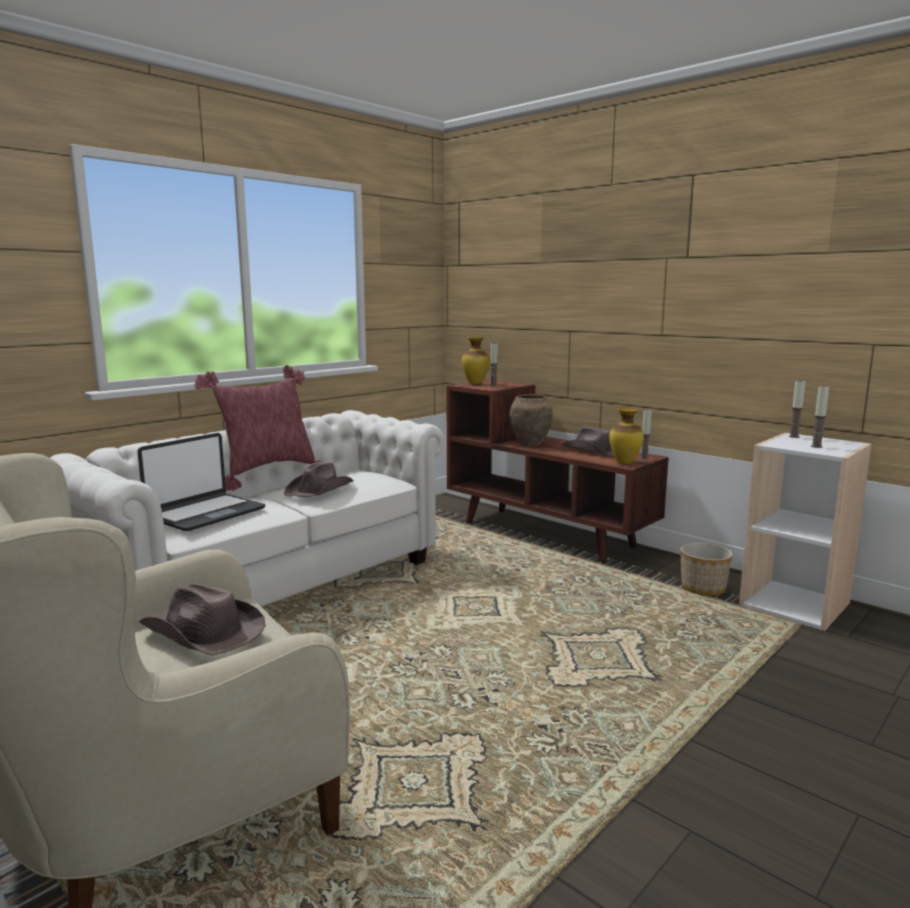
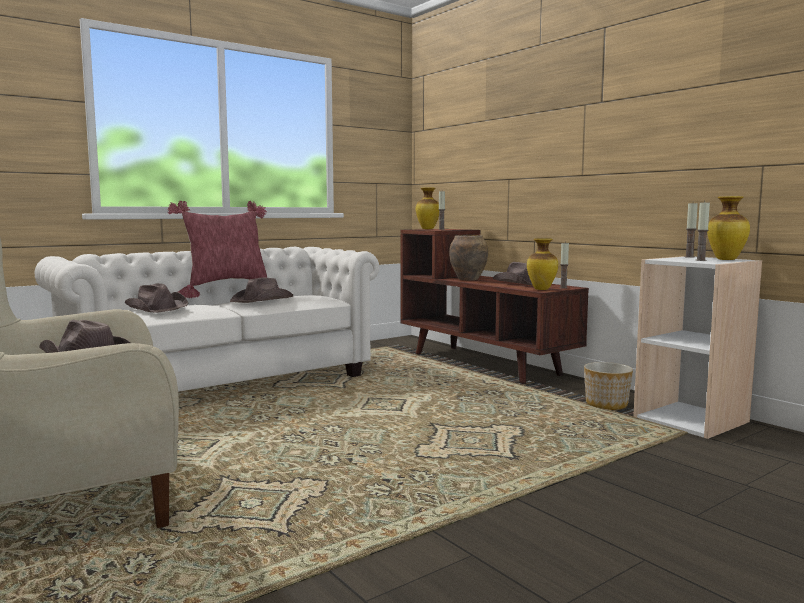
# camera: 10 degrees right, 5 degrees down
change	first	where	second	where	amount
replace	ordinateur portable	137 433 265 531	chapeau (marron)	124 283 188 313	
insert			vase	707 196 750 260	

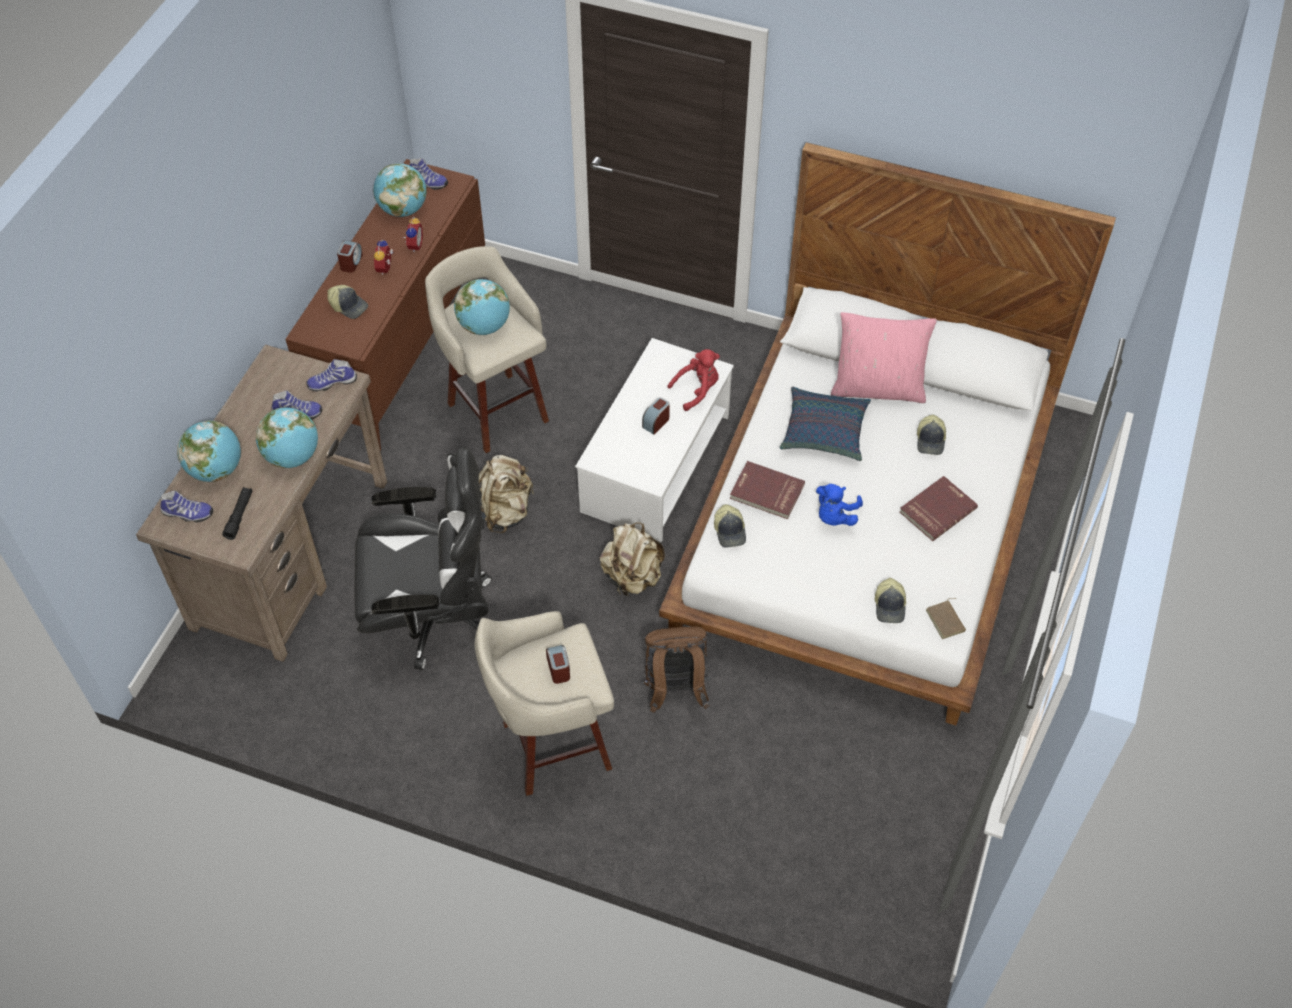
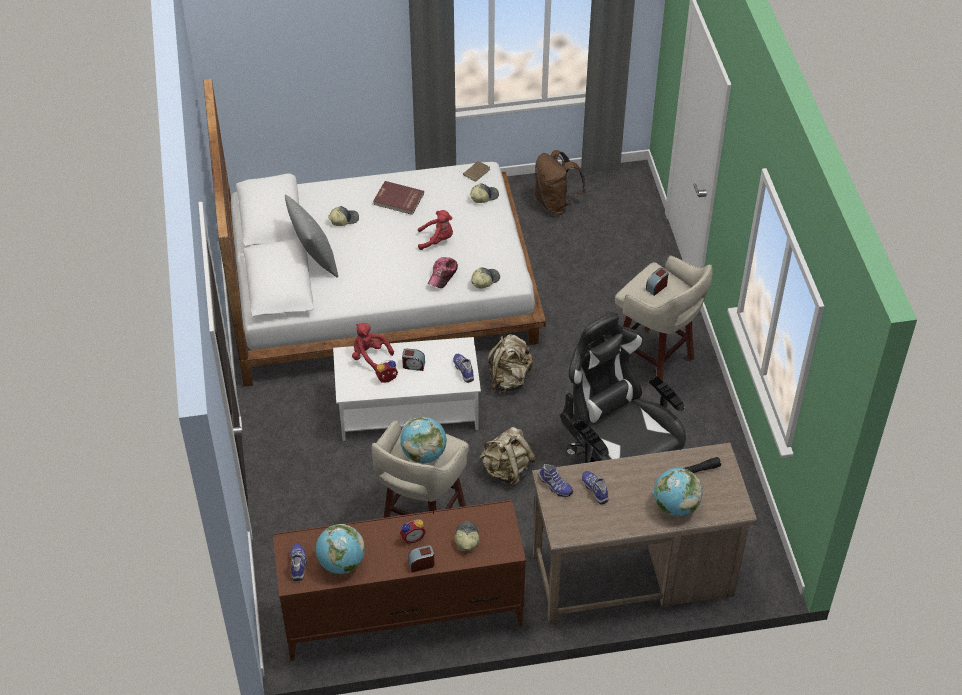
# camera: 120 degrees left, 5 degrees down
change	first	where	second	where	amount
move	chaussure	160 491 213 523		453 354 474 383	
delete	globe	256 407 318 468			
move	réveil	404 216 423 252		375 360 398 383	
move	sac à dos (marron)	641 626 711 713		535 150 586 215	
replace	livre (rouge)	730 461 805 519	casquette	428 257 458 288	
delete	coussin (bleu)	780 387 871 461			
recolor	peluche (bleu)	816 484 863 526	peluche (rouge)	418 210 453 250	
recolor	coussin (rose)	831 312 937 403	coussin (gris)	285 194 338 278	

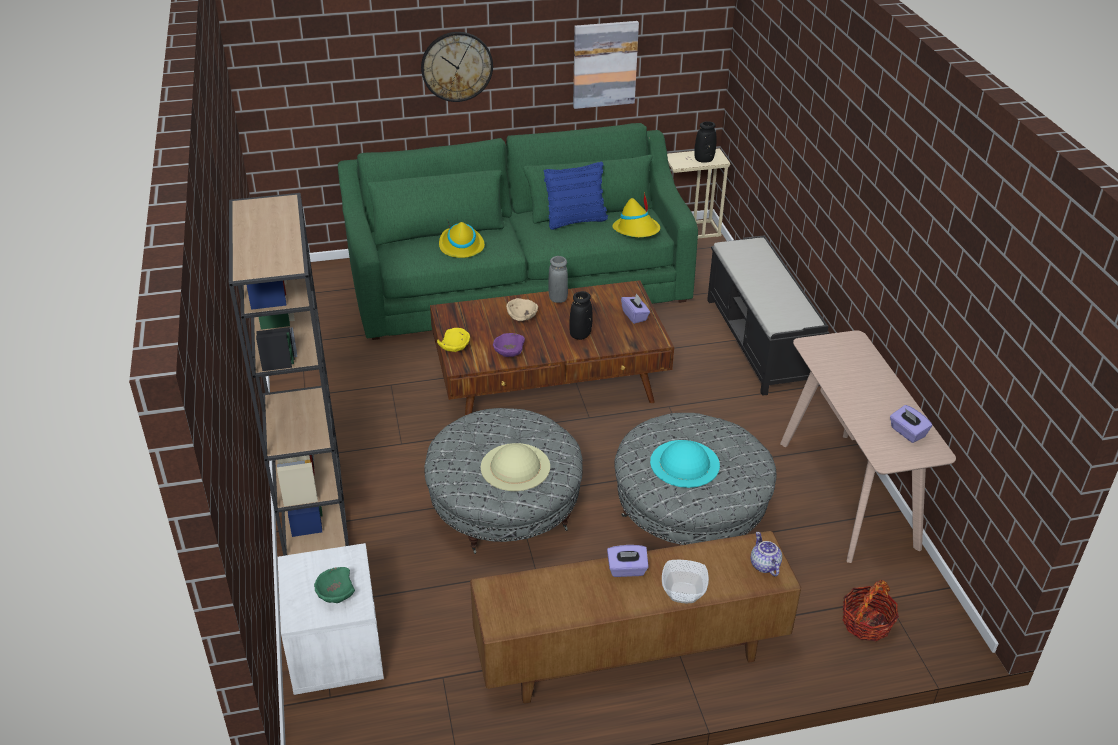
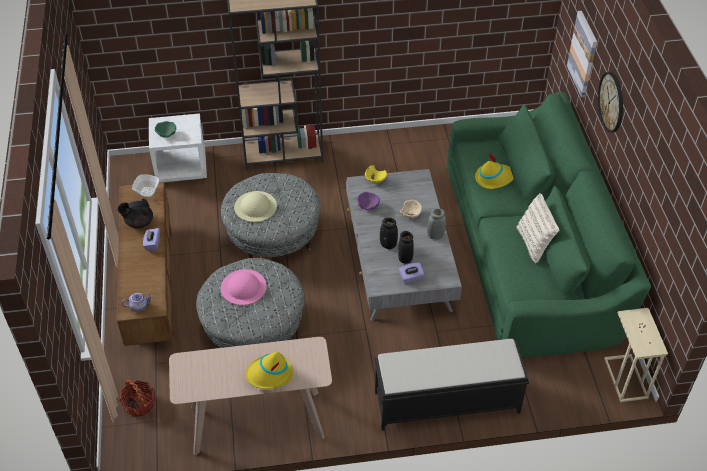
# camera: 95 degrees right, 10 degrees up
change	first	where	second	where	amount
recolor	table basse (marron)	430 280 674 415	table basse (gris)	346 169 462 321	
recolor	coussin (bleu)	544 162 608 230	coussin (beige)	516 193 559 263	
move	tableau	573 21 639 109		567 11 597 97	
move	chapeau (jaune)	612 192 660 237		245 352 293 389	
recolor	chapeau (turquoise)	650 440 720 488	chapeau (rose)	221 269 267 305	
move	bol	662 560 709 603		132 174 159 197	
move	vase (noir)	694 121 716 163		398 231 414 264	
delete	boîte à mouchoirs (violet)	890 405 932 443			
insert			théière (noir)	118 198 153 228	

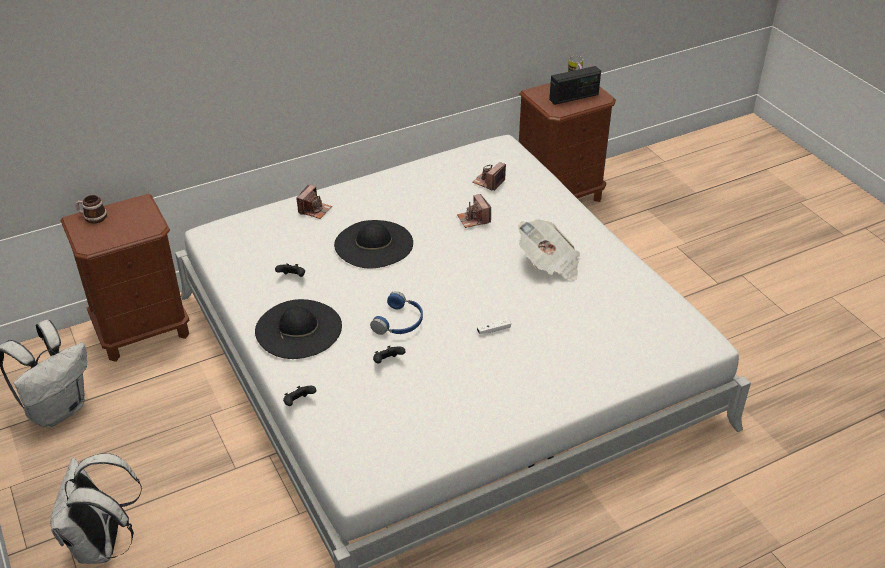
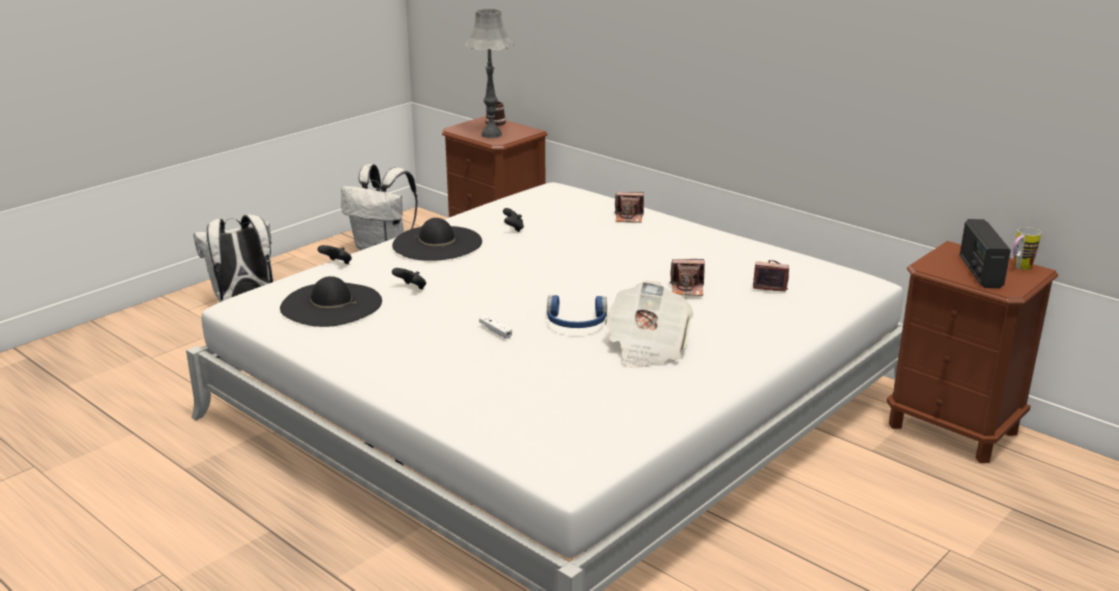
# camera: 70 degrees right, 15 degrees down
change	first	where	second	where	amount
move	chapeau (noir)	334 220 413 268		280 276 382 327	
move	casque audio (bleu)	370 291 423 335		547 295 607 328	
rotate	appareil photo	457 194 491 228		670 259 705 296	135 degrees counterclockwise
rotate	radio	549 66 601 105		960 219 1011 288	45 degrees clockwise
insert			lampe de table (gris)	464 9 514 138	

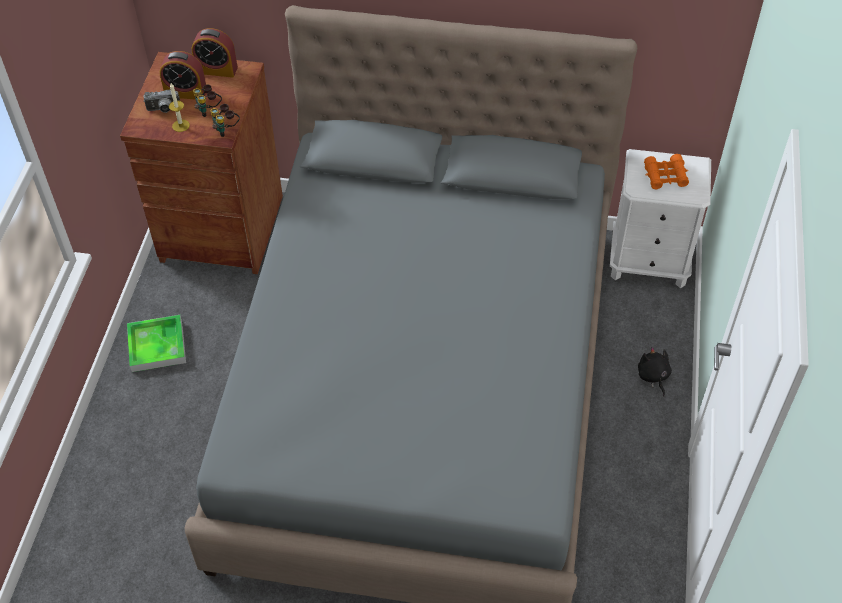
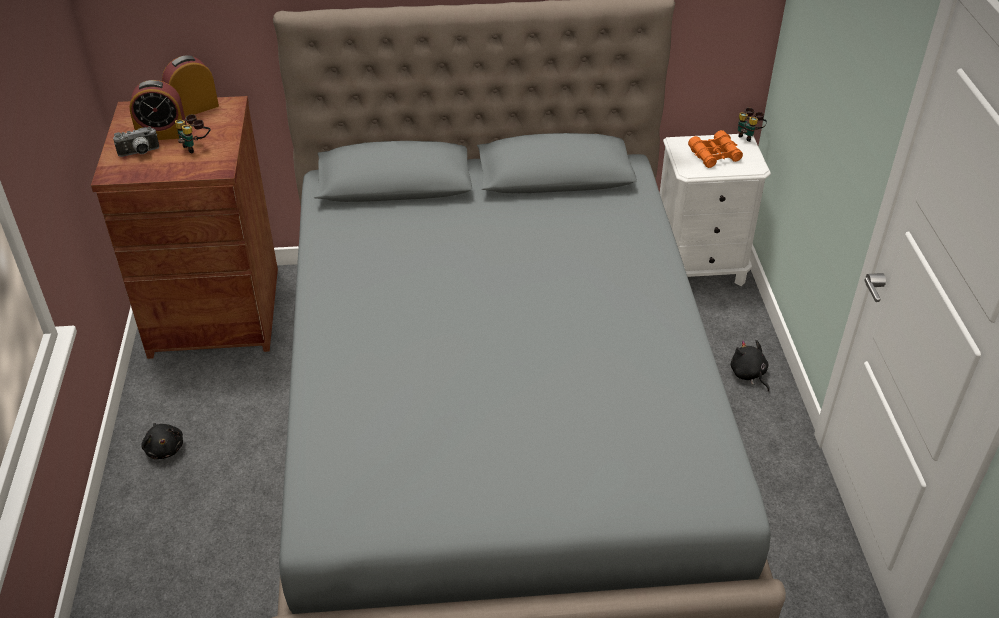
# camera: 15 degrees left, 10 degrees down
change	first	where	second	where	amount
replace	plateau	127 315 186 372	peluche (noir)	141 423 183 459	
delete	bougie	169 83 190 132			
rotate	réveil	192 28 238 78		162 55 219 118	150 degrees clockwise
move	jumelles	210 104 240 137		738 108 767 142	

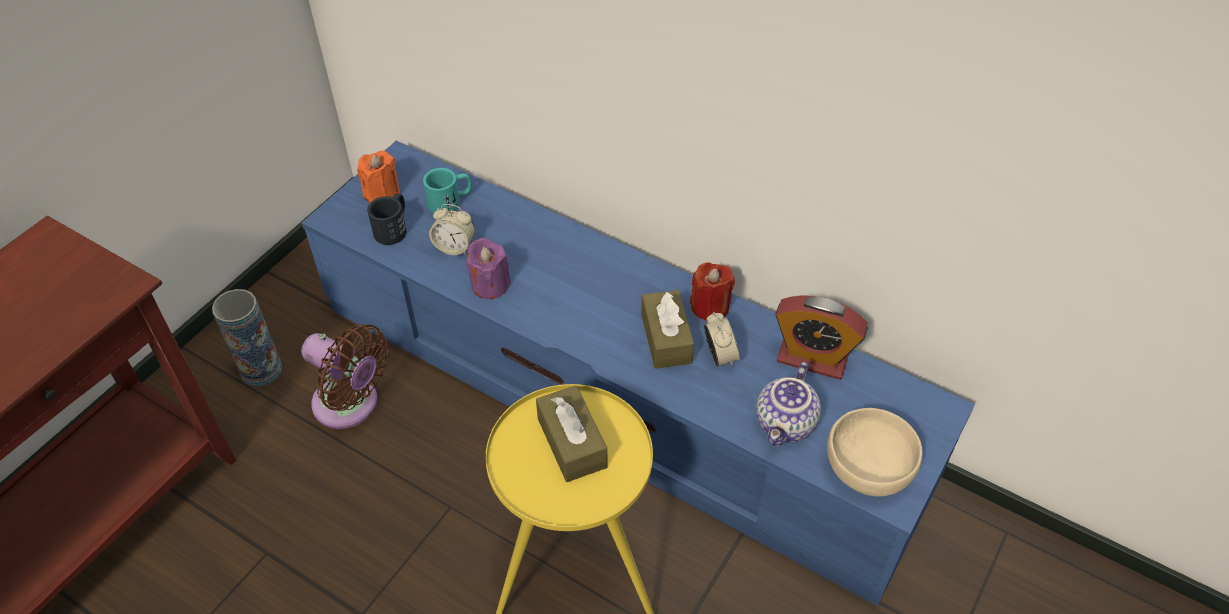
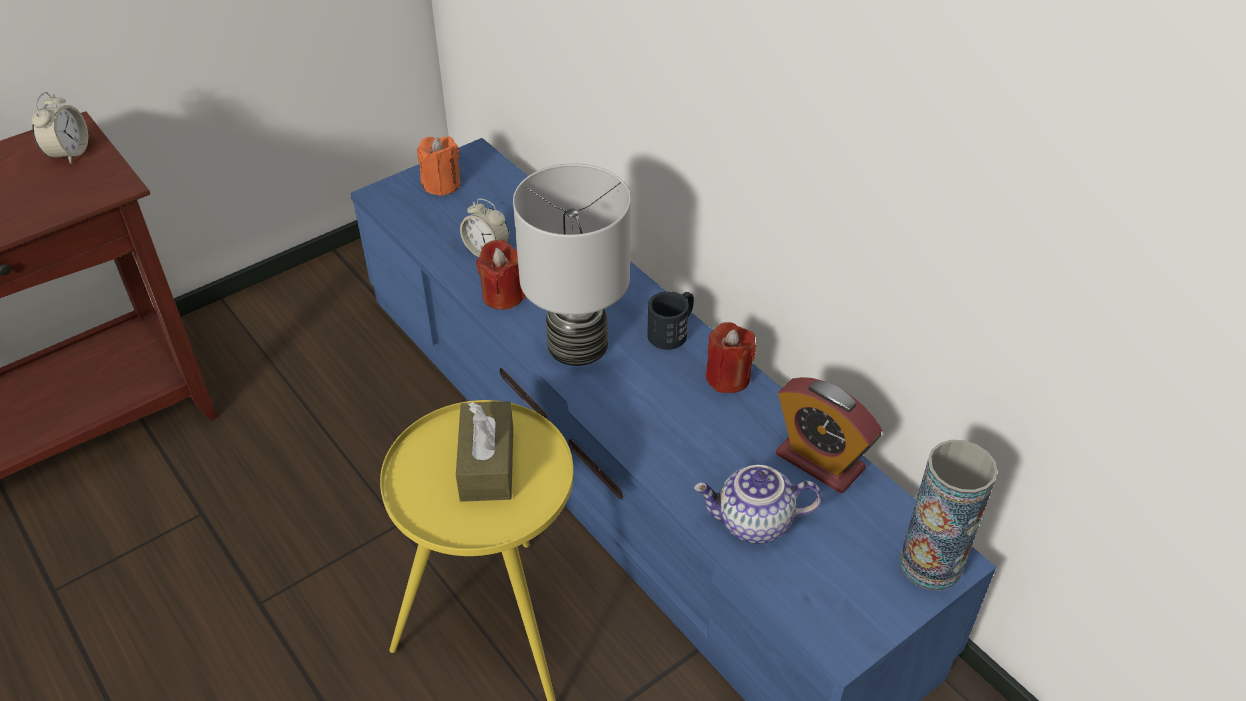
# camera: 20 degrees right, 5 degrees down
change	first	where	second	where	amount
move	vase	212 289 282 386		900 440 998 590	
delete	ventilateur (marron)	301 324 388 429			
move	mug (noir)	367 194 407 245		647 291 694 350	
delete	mug (turquoise)	423 168 472 213			
recolor	bougie (violet)	466 238 511 299	bougie (rouge)	476 240 525 310	
delete	boîte à mouchoirs (marron)	641 290 694 369			
move	réveil	704 312 740 367		32 92 88 164	
rotate	théière	756 362 821 446		693 465 822 544	45 degrees clockwise
delete	bol (beige)	827 408 923 496			
insert			lampe de table (gris)	513 163 631 366	

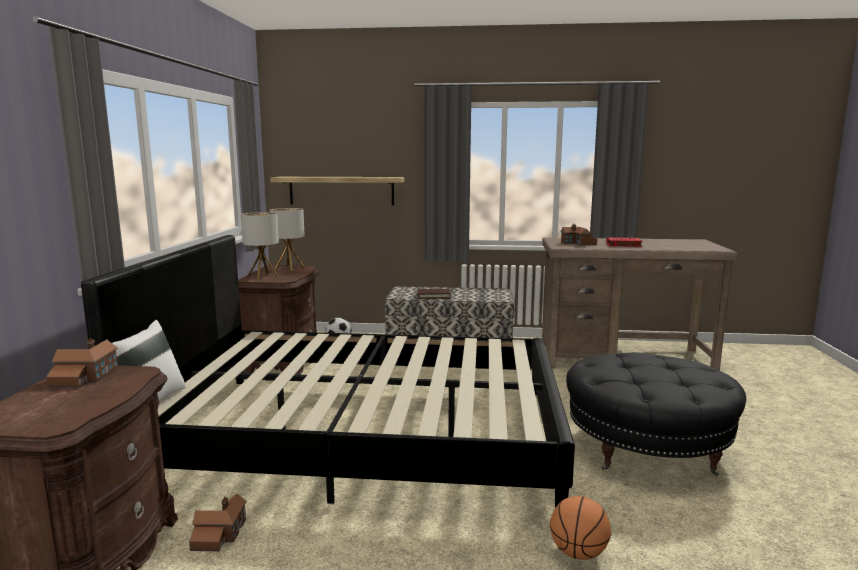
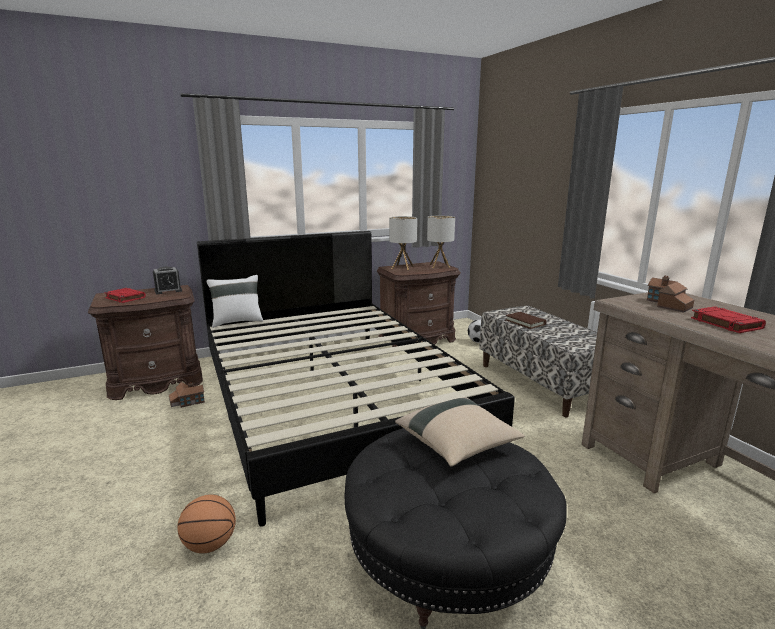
# camera: 60 degrees right, 5 degrees up
change	first	where	second	where	amount
replace	maison miniature	46 338 118 388	réveil	153 267 182 294	
delete	étagère	270 177 404 205			
insert			livre (rouge)	104 288 146 303	
insert			coussin (beige)	395 397 525 466	

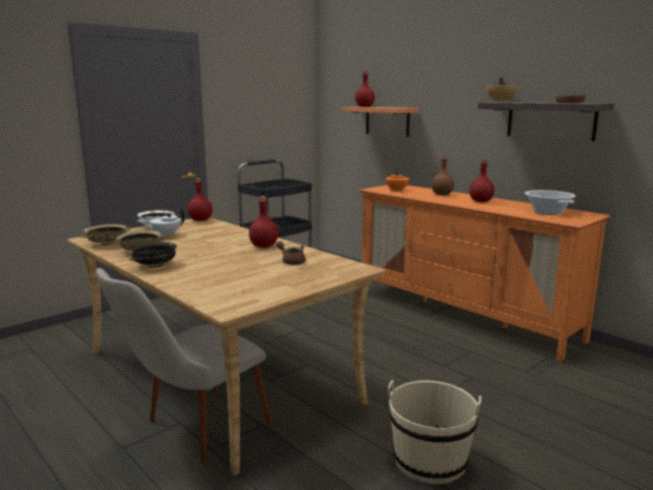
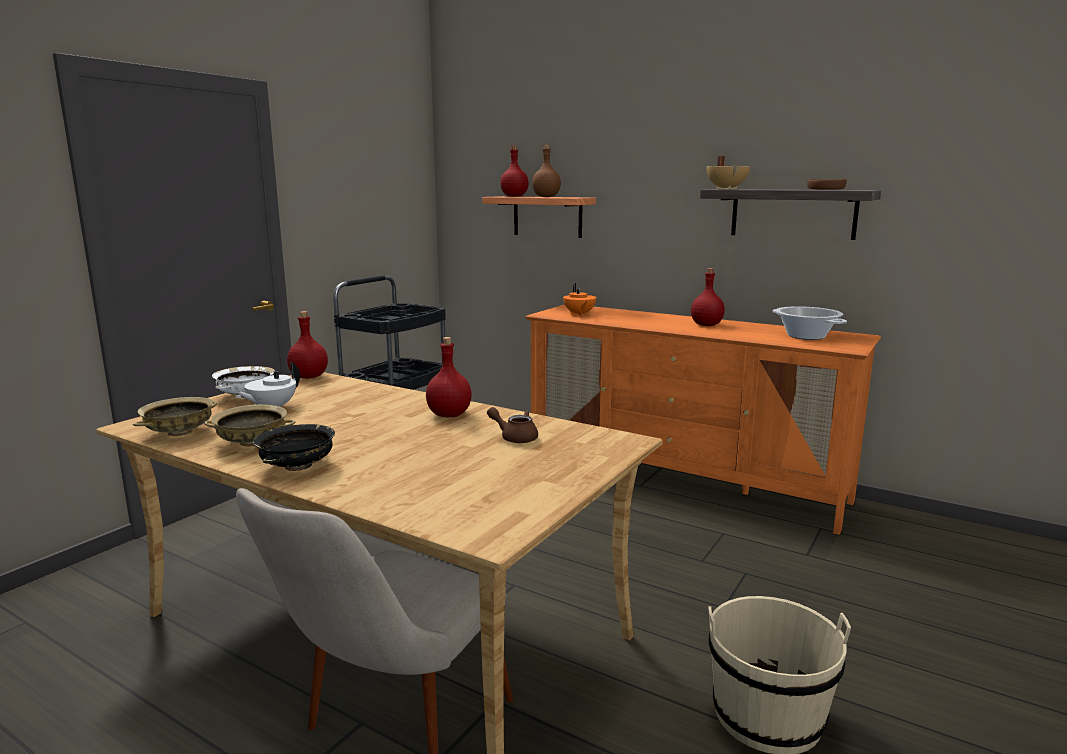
# camera: 15 degrees left, 0 degrees up
change	first	where	second	where	amount
move	bouteille (marron)	432 156 454 195		532 144 561 197	

